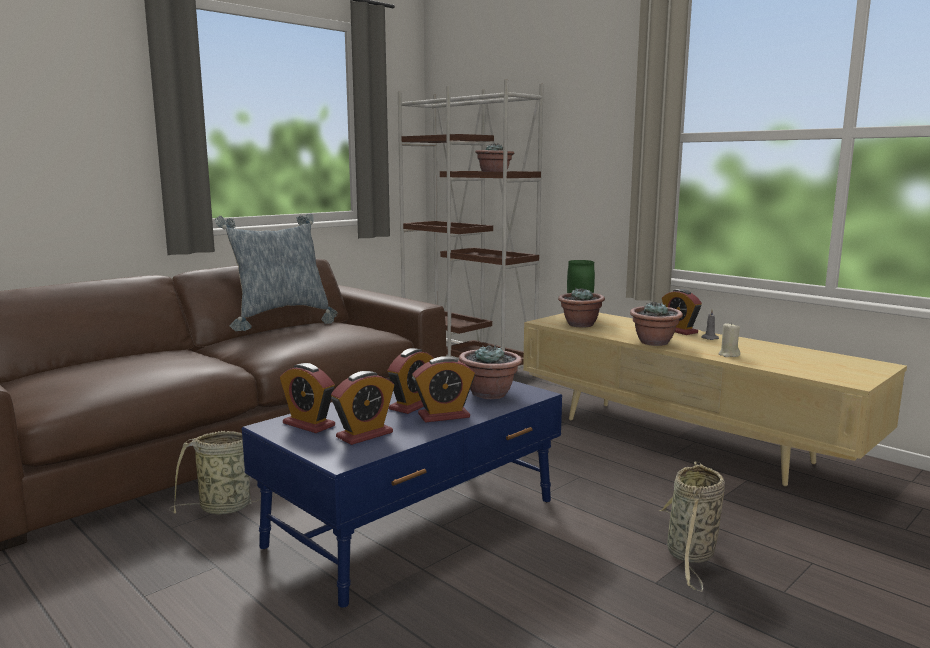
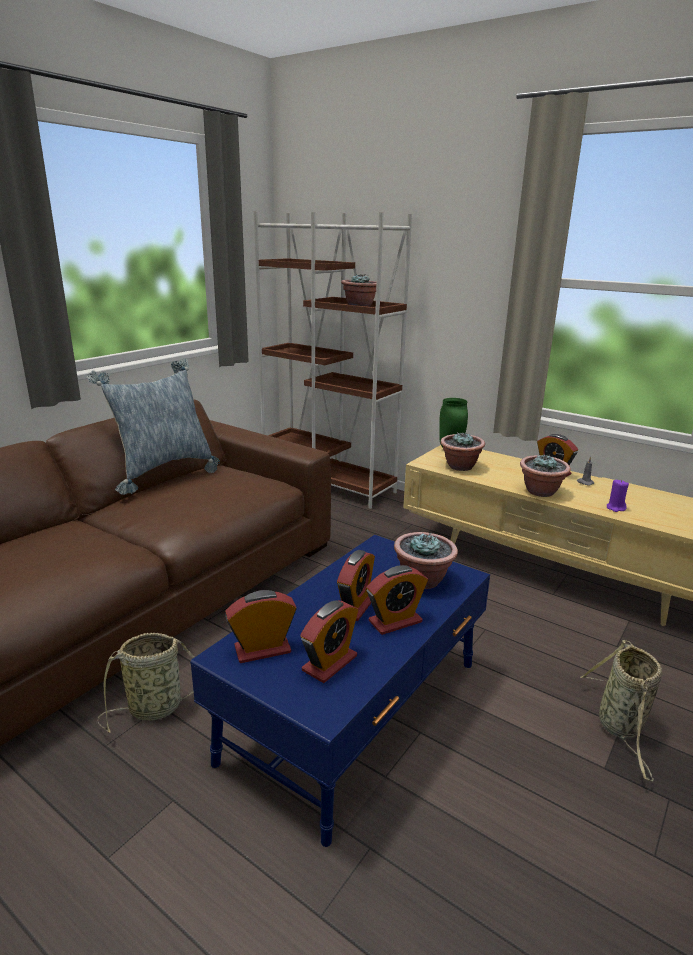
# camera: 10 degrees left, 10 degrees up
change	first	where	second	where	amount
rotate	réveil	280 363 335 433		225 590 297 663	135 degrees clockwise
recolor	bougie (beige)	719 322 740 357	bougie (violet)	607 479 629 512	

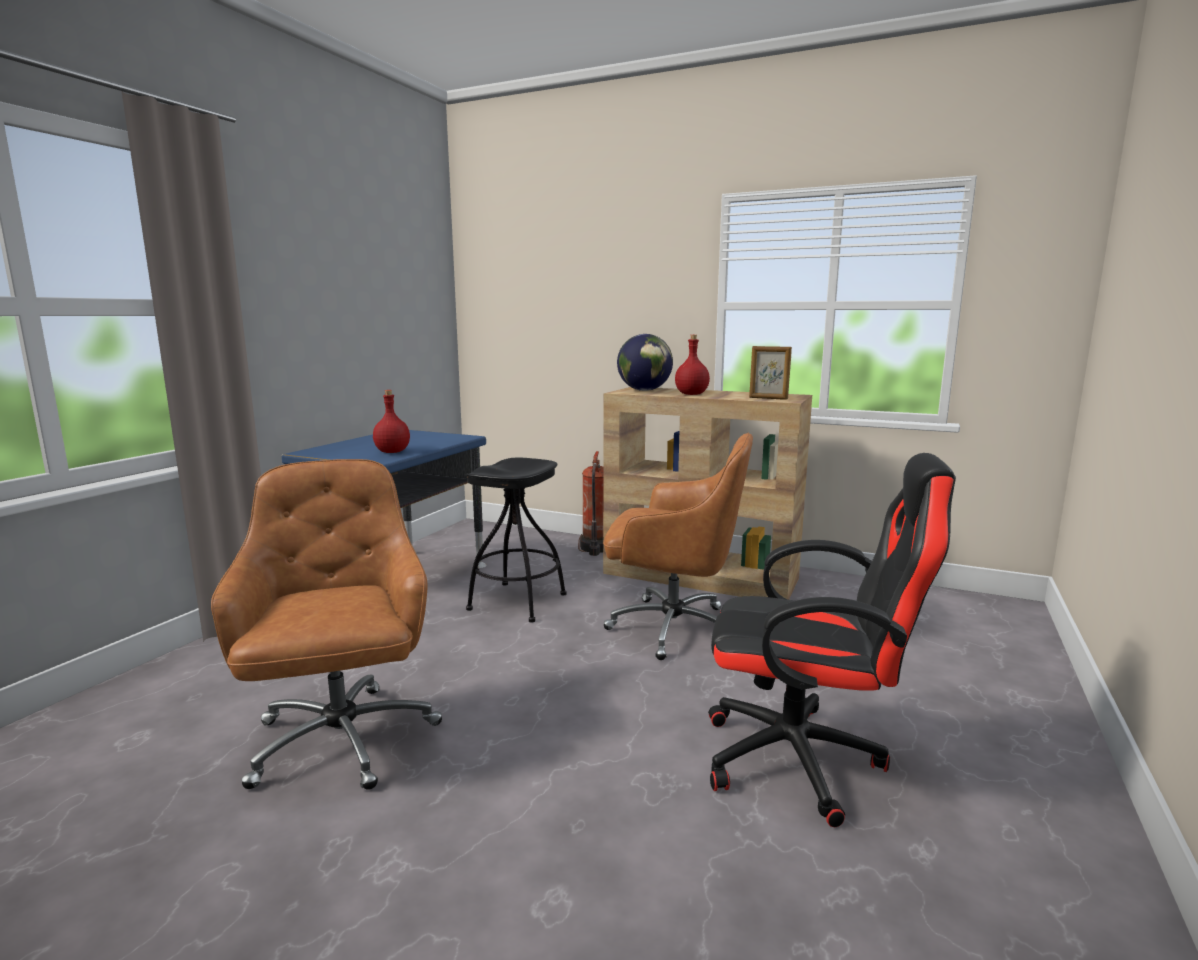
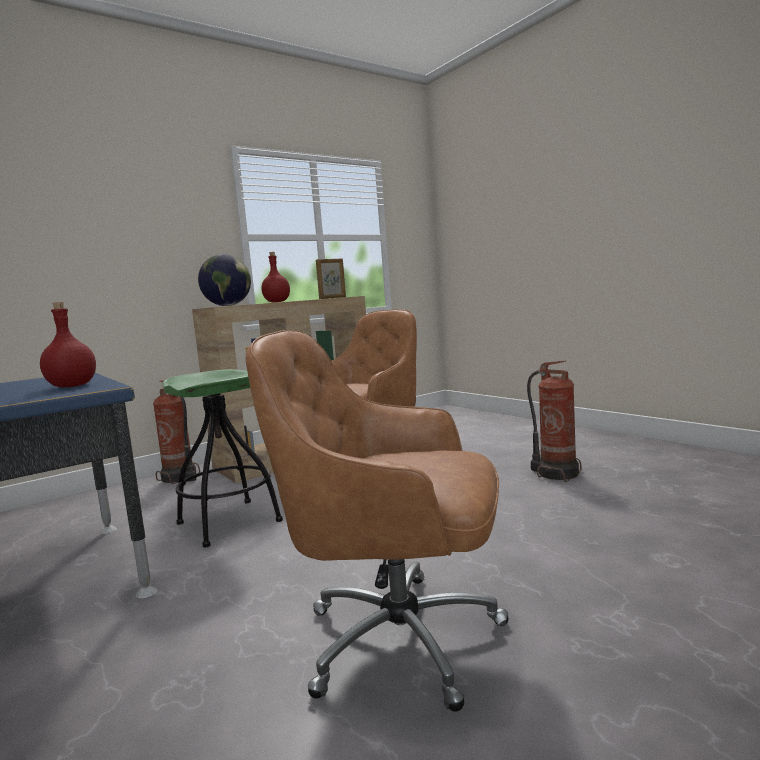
# camera: 60 degrees left, 5 degrees down
change	first	where	second	where	amount
recolor	tabouret (noir)	465 458 567 623	tabouret (vert)	163 369 283 547	
replace	chaise de bureau (noir)	708 453 956 827	extincteur	527 361 582 482	

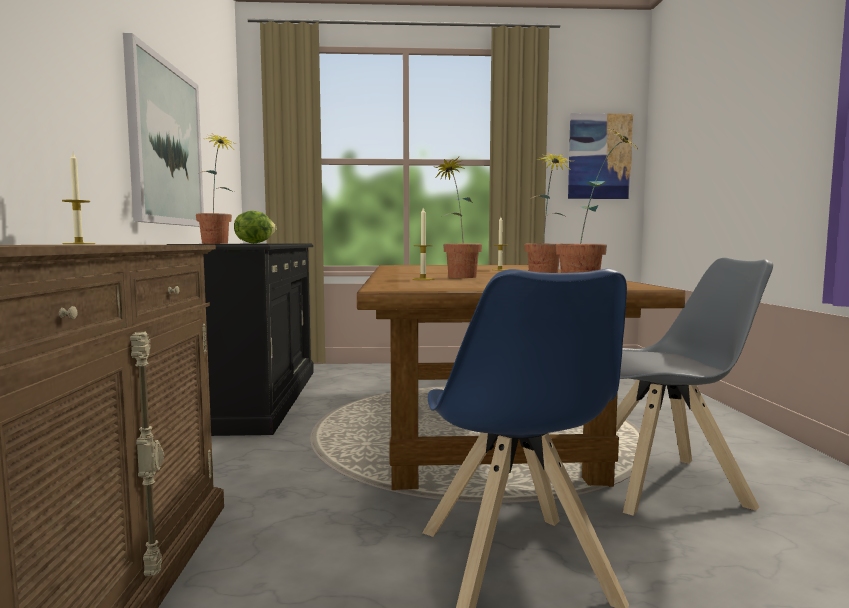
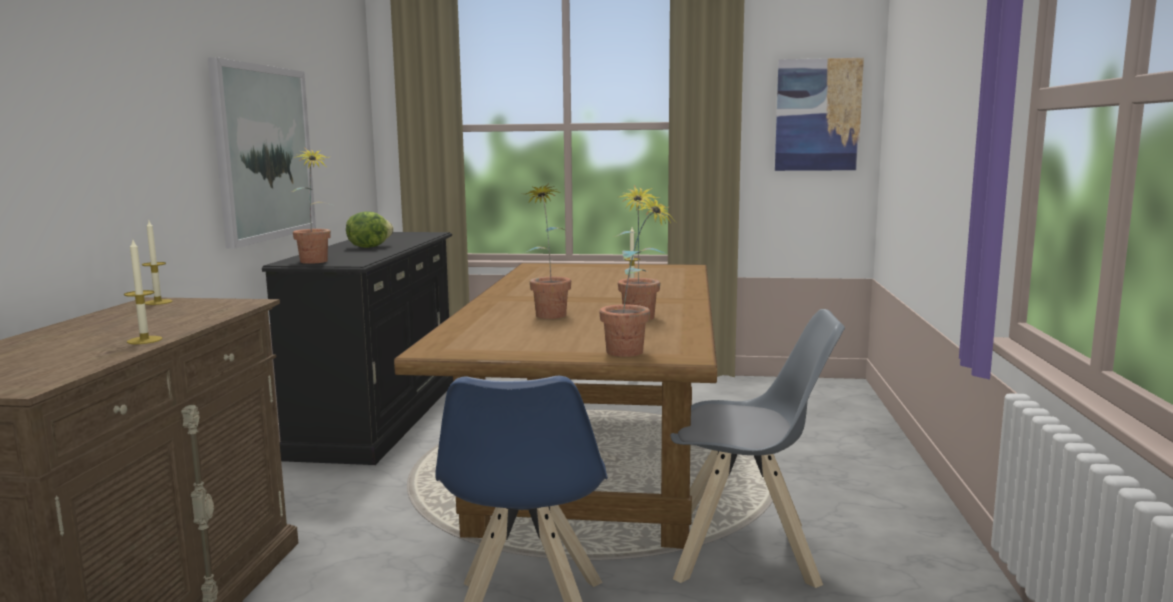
# camera: 10 degrees right, 5 degrees up
change	first	where	second	where	amount
move	bougie	412 208 434 280		124 238 162 344	

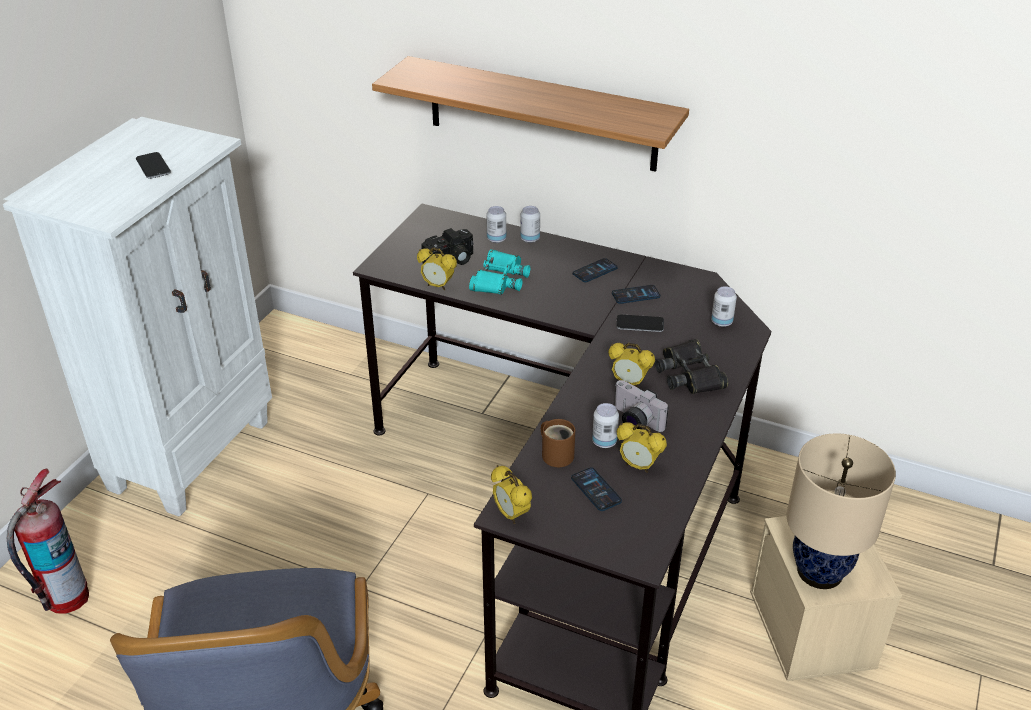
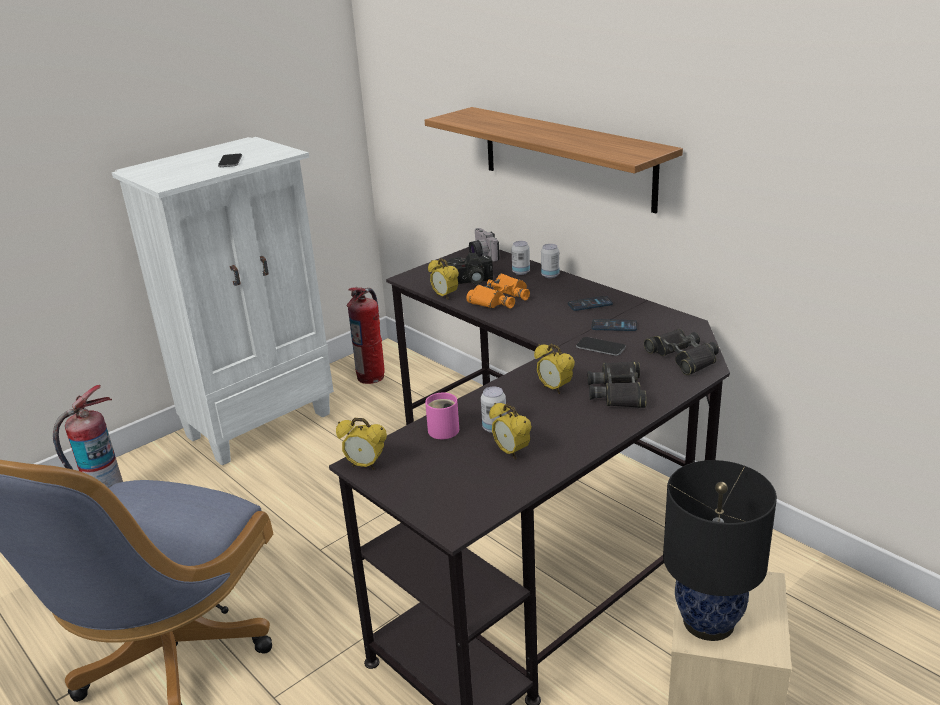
# camera: 25 degrees right, 10 degrees down
change	first	where	second	where	amount
recolor	jumelles (turquoise)	469 249 530 294	jumelles (orange)	466 274 530 309	
rotate	réveil	491 465 532 524		336 418 387 470	60 degrees counterclockwise
recolor	mug (marron)	541 419 575 467	mug (rose)	425 393 459 439	
delete	téléphone	571 468 622 511			
move	appareil photo	615 380 669 432		469 228 500 261	
replace	boîte métallique	711 286 737 327	jumelles (noir)	644 329 719 375	
recolor	lampe de table (beige)	787 433 896 589	lampe de table (noir)	663 460 777 641	
insert			extincteur	346 287 385 384	

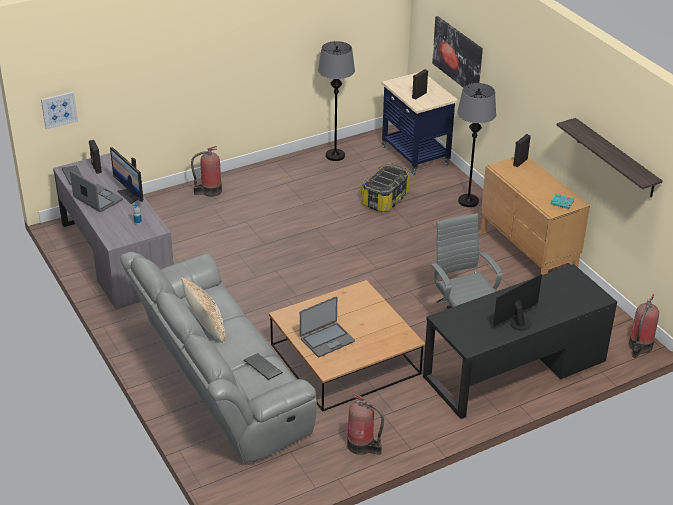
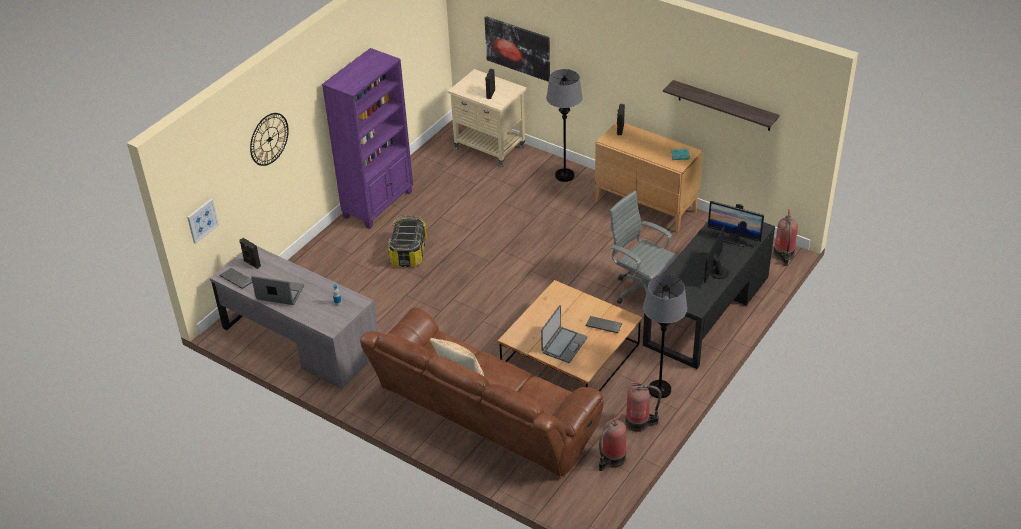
# camera: 25 degrees left, 5 degrees up
change	first	where	second	where	amount
move	écran d'ordinateur	110 147 143 204		708 201 764 247	
recolor	canapé (gris)	120 252 317 463	canapé (marron)	360 307 604 476	
move	extincteur	191 146 222 197		599 412 626 471	
move	clavier	244 353 282 380		586 316 622 333	
move	lampadaire (gris)	318 41 355 161		643 274 687 398	
move	boîte de rangement	361 163 410 212		388 215 427 267	
recolor	chariot (bleu)	382 72 458 175	chariot (beige)	448 69 526 168	
insert			horloge murale	250 113 289 166	
insert			bibliothèque (violet)	322 48 413 229	

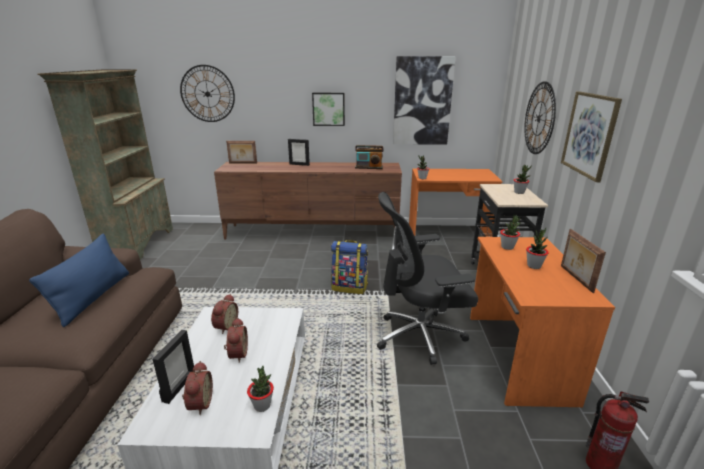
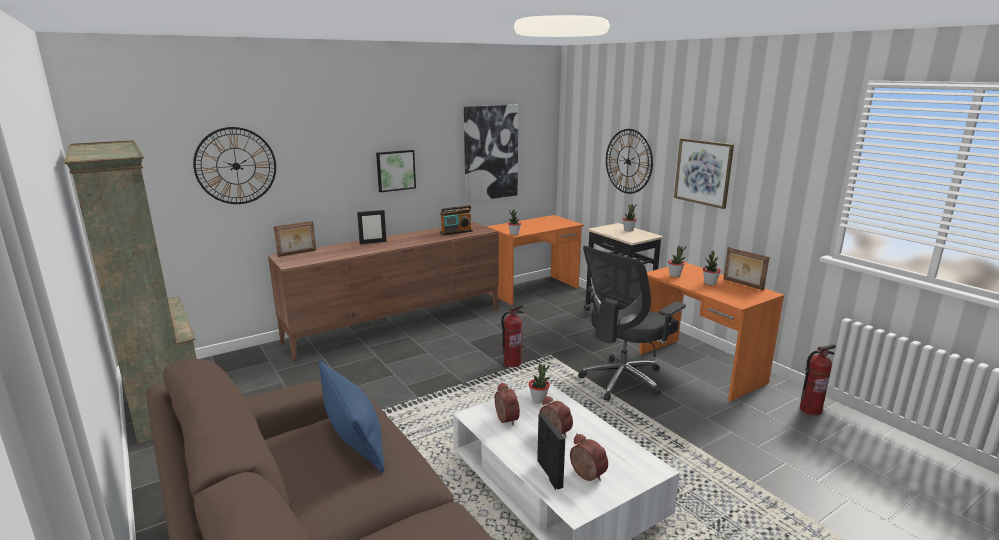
# camera: 35 degrees left, 5 degrees down
change	first	where	second	where	amount
move	plante en pot	247 366 274 412		529 363 550 403	
replace	sac à dos	331 240 368 294	extincteur	501 305 524 367	

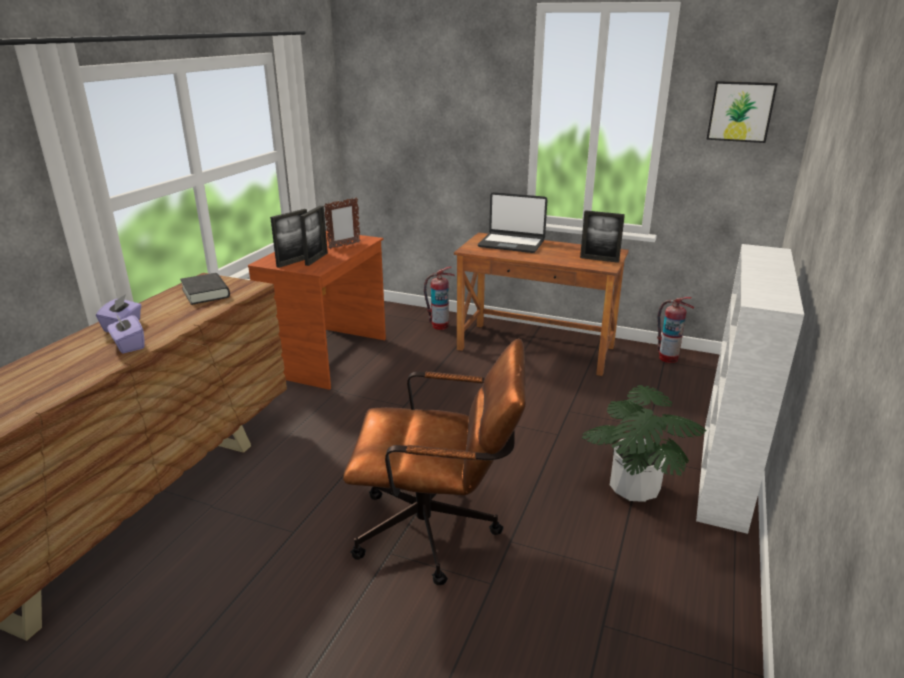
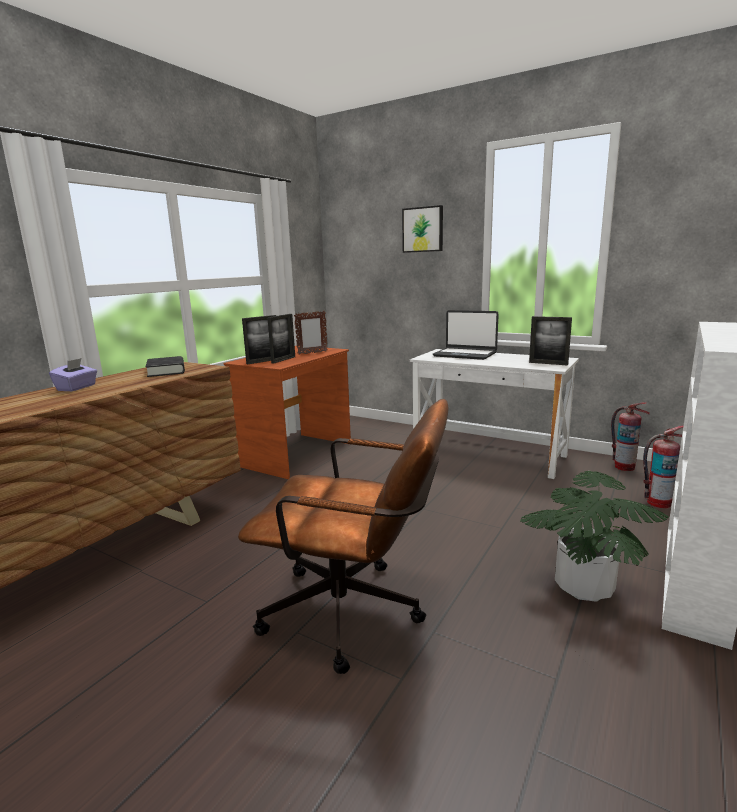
# camera: 10 degrees right, 10 degrees down
change	first	where	second	where	amount
delete	boîte à mouchoirs (violet)	107 314 144 354			
move	extincteur	424 267 455 330		643 425 684 508	
recolor	bureau (marron)	454 232 629 376	bureau (blanc)	410 349 579 479	
move	tableau	706 81 778 143		402 205 443 253	

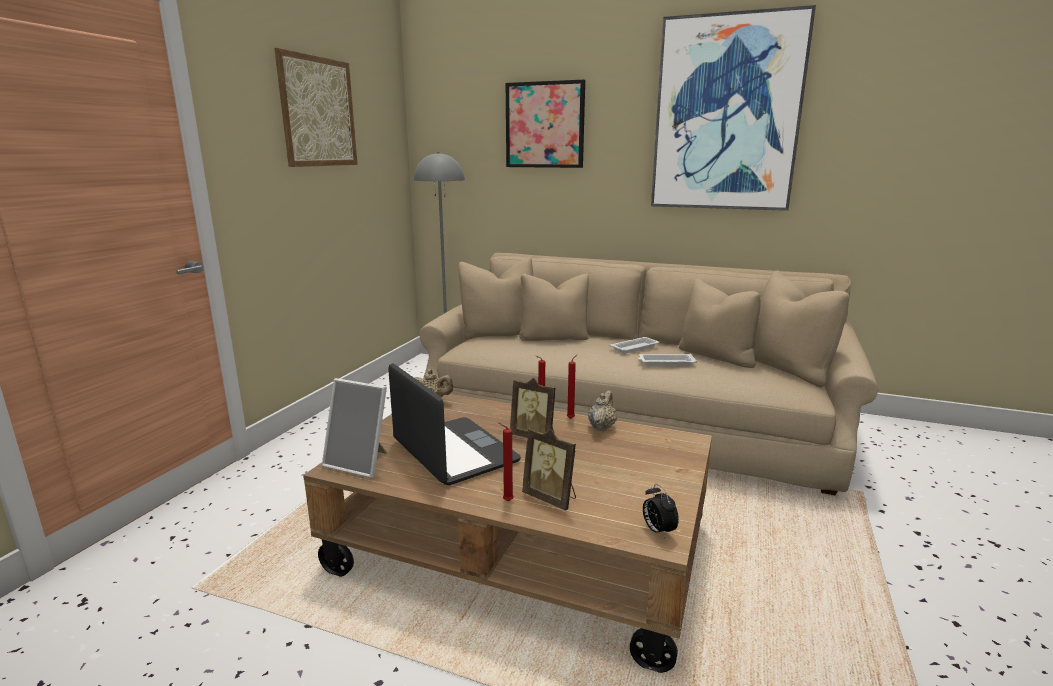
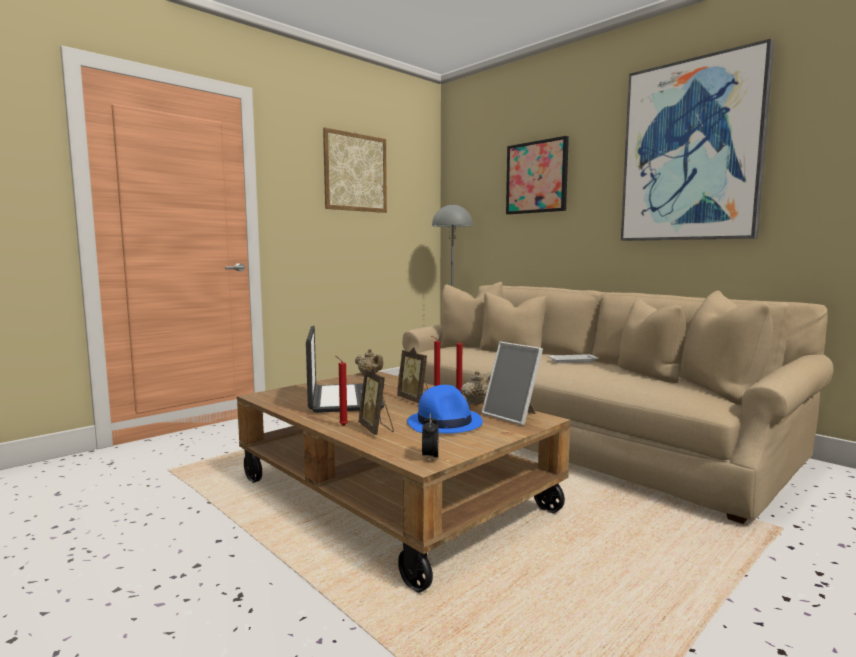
# camera: 25 degrees right, 10 degrees down
change	first	where	second	where	amount
move	cadre photo	322 378 387 478		481 342 543 426	
delete	plateau (blanc)	638 354 697 366			
insert			chapeau (bleu)	407 385 483 433	

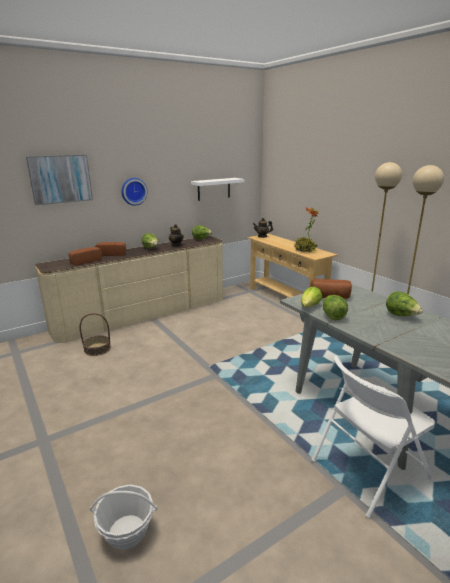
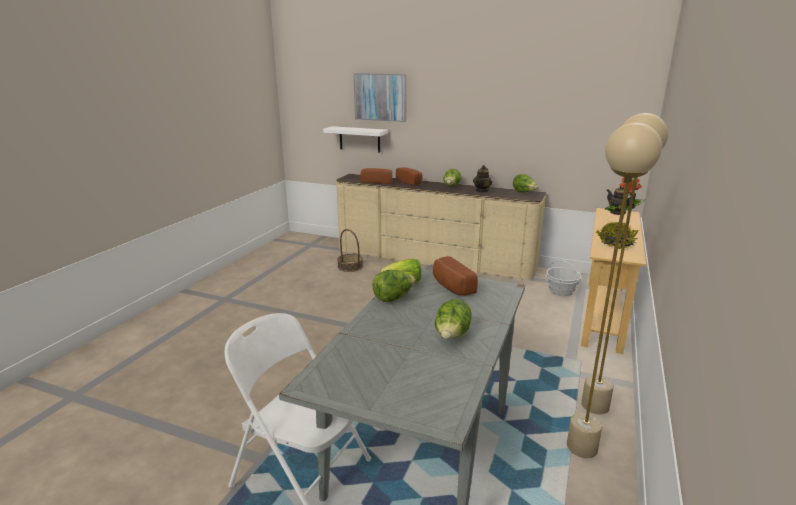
# camera: 55 degrees right, 0 degrees up
change	first	where	second	where	amount
move	panier	90 484 157 550		546 260 581 296	
delete	horloge murale	121 178 147 206			
move	étagère (blanc)	191 178 244 201		323 126 388 152	

